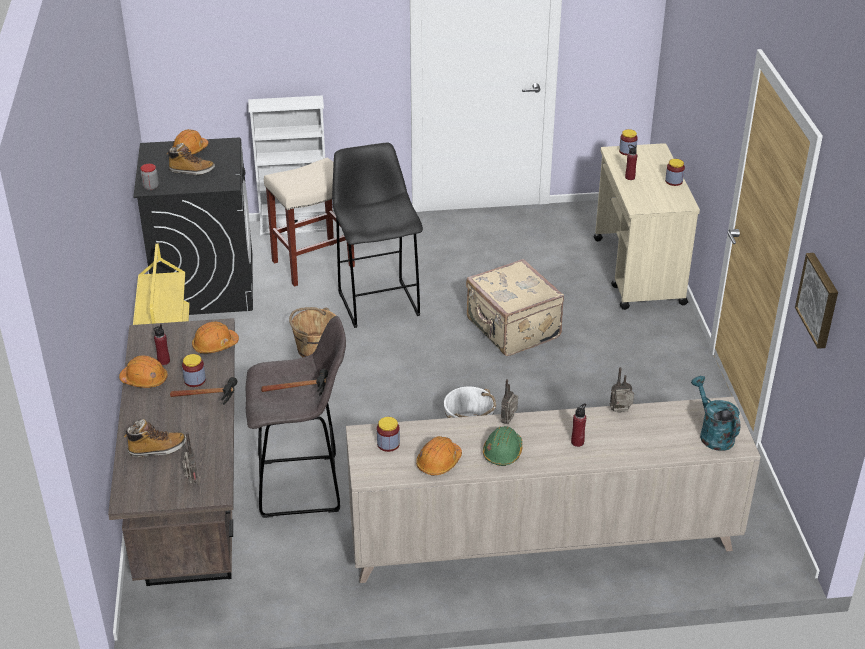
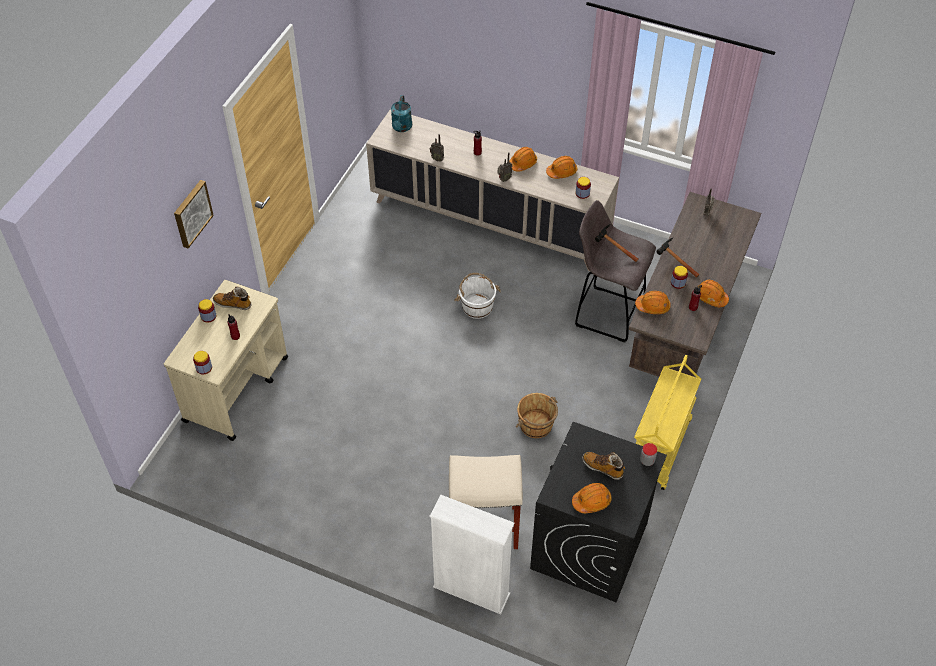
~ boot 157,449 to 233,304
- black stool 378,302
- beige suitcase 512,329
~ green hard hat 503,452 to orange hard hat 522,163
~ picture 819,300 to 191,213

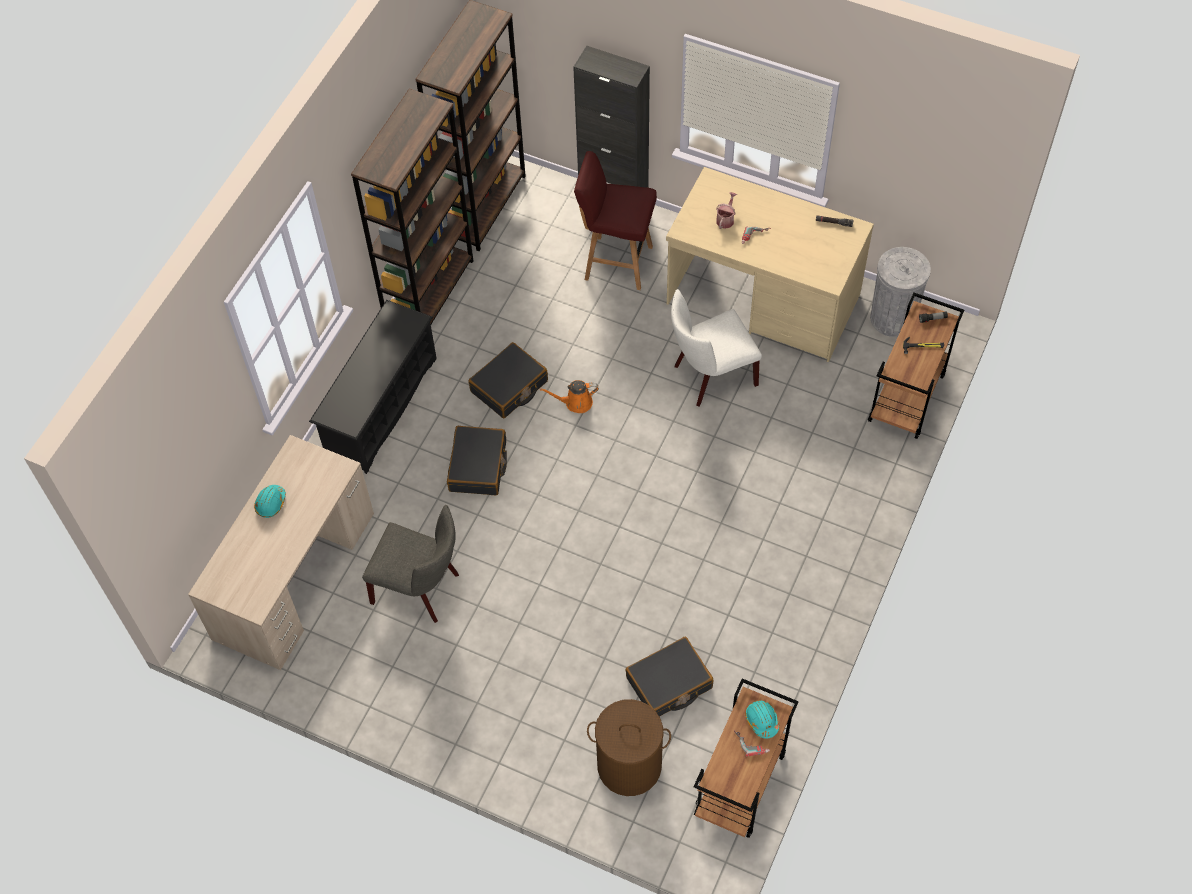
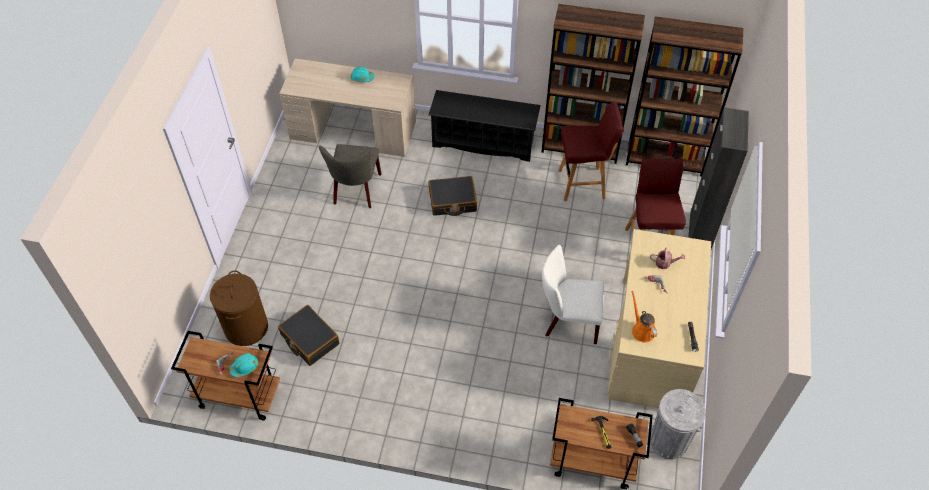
- black suitcase 509,387
~ orange watering can 575,403 to 641,330
~ white chair 710,376 = 568,321 45 degrees counterclockwise
+ red stool 583,184

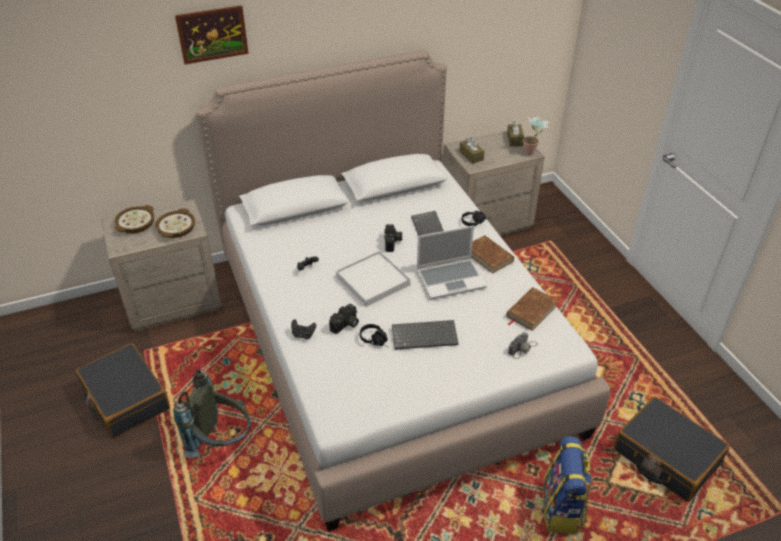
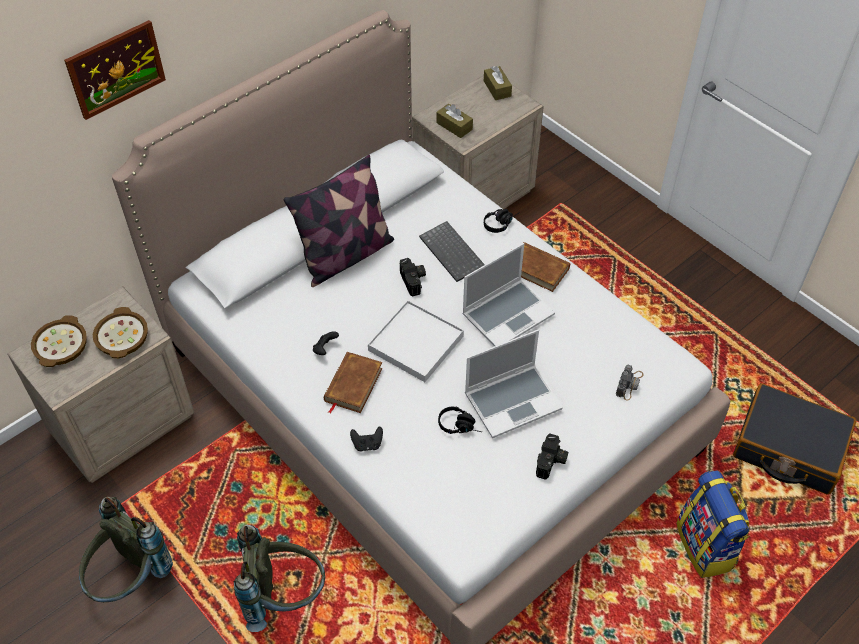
~ black suitcase 125,398 to grey backpack 130,579
~ photo camera 346,325 to 551,462
~ keyboard 425,335 to laptop 513,400
~ brown book 531,311 to 353,385
- potted plant 532,153
+ pillow 345,256

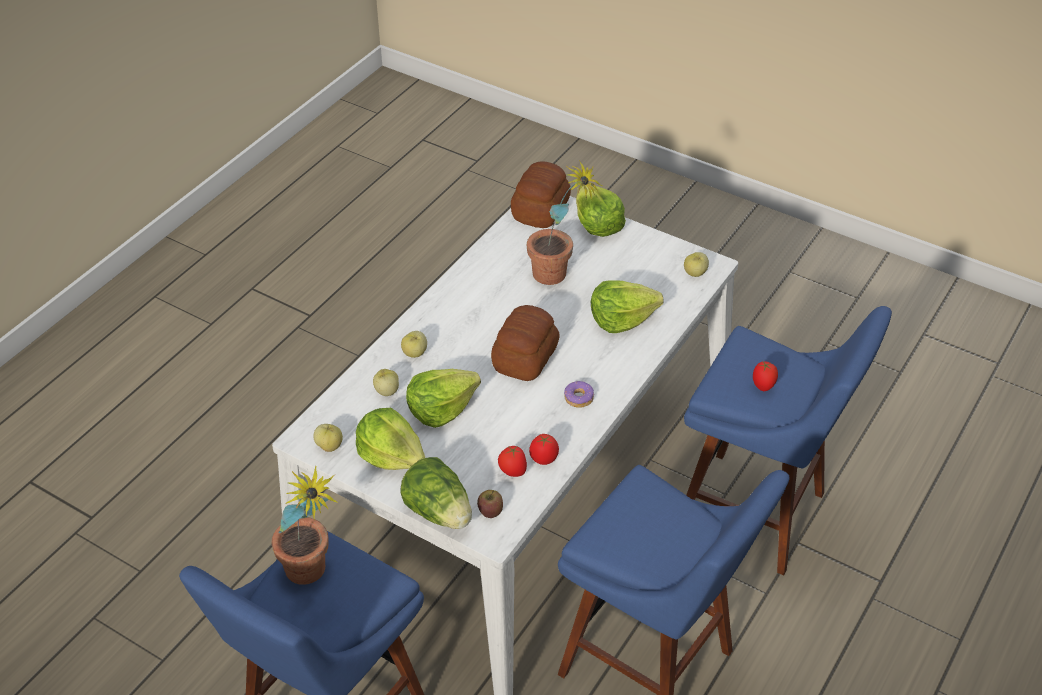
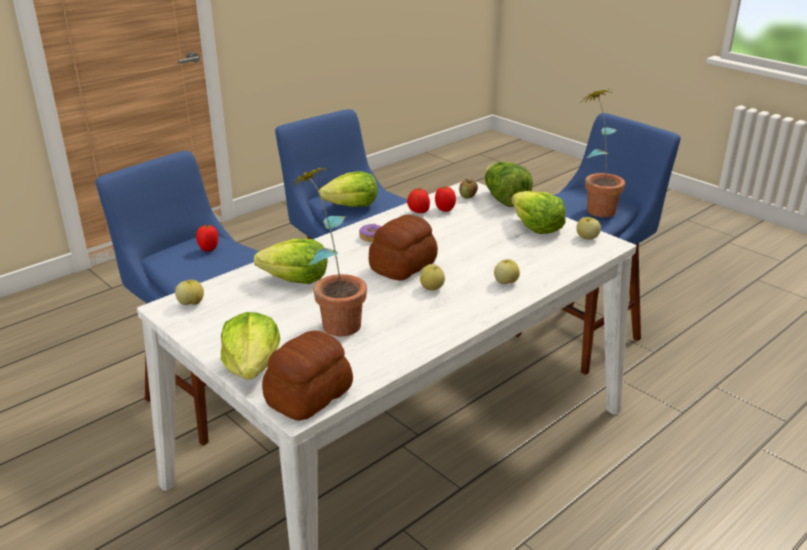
~ apple 386,391 to 432,288
~ lettuce 441,408 to 352,206

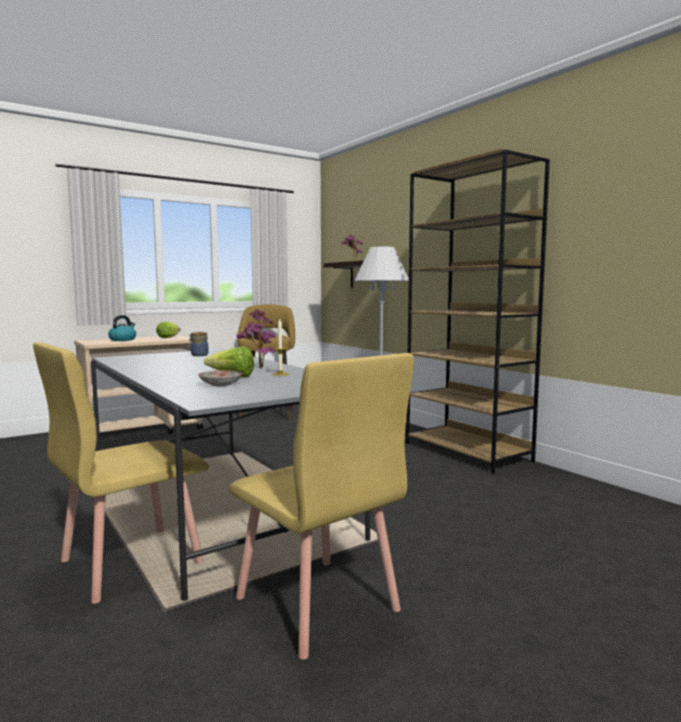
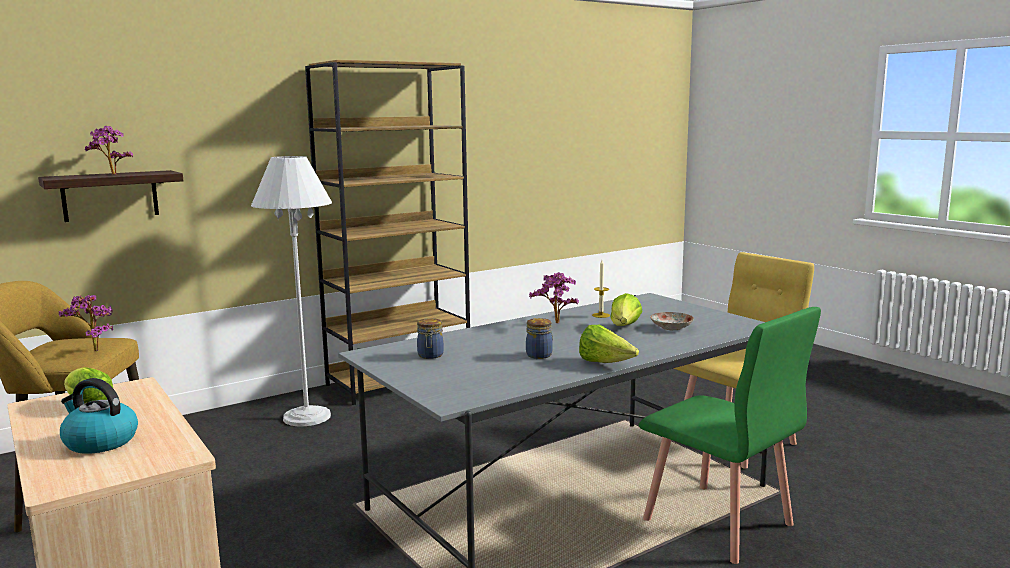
~ yellow chair 130,562 to green chair 718,523
+ jar 540,355
+ lettuce 605,363

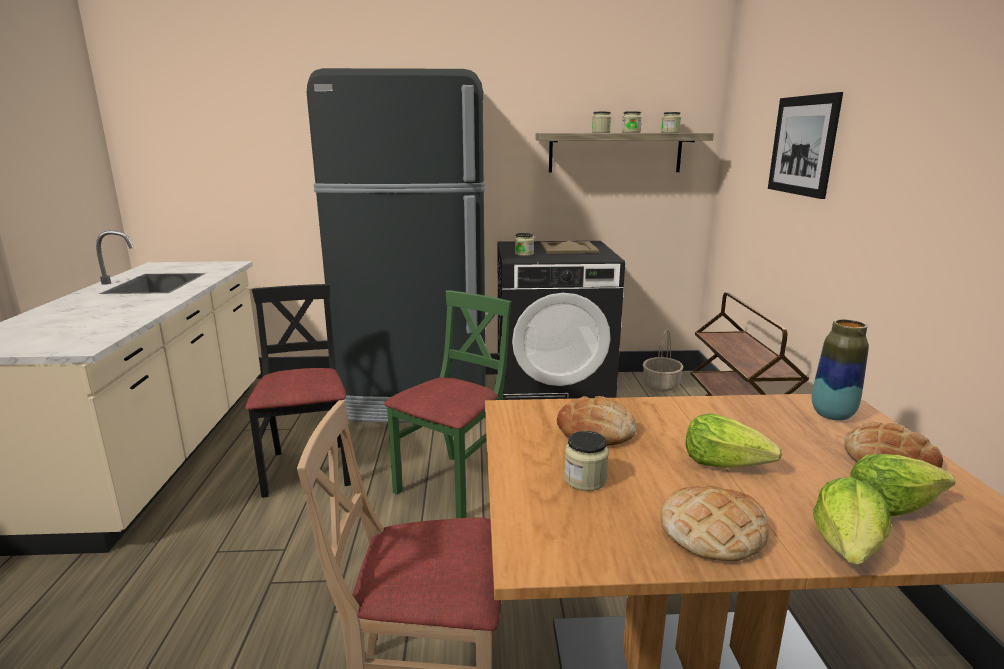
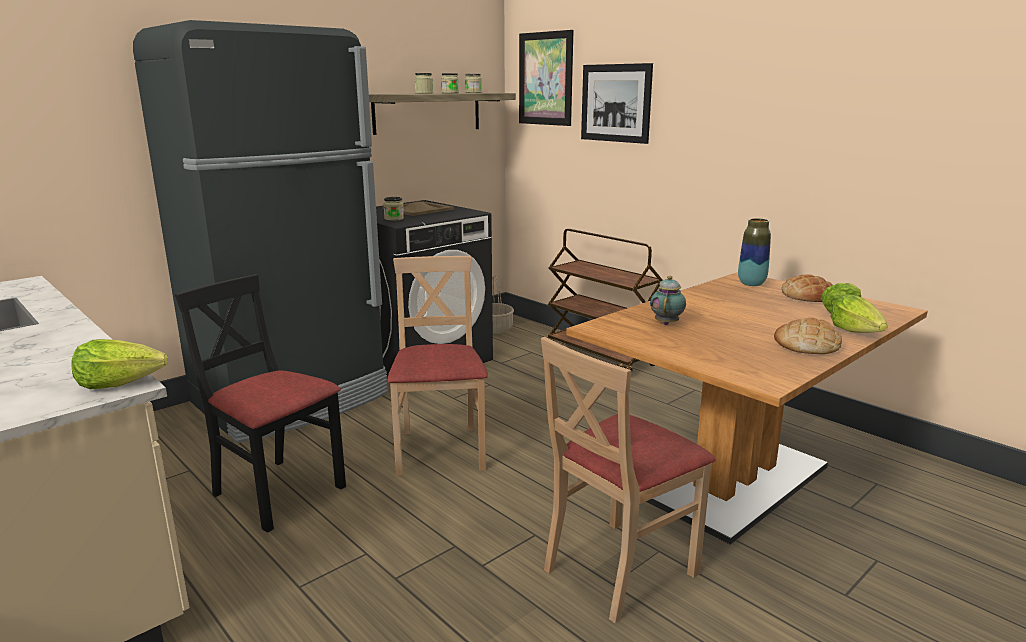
~ green chair 453,485 to beige chair 440,450
~ bread 596,430 to teapot 667,323
- jar 585,479
~ lettuce 724,463 to 121,383
+ picture 545,79

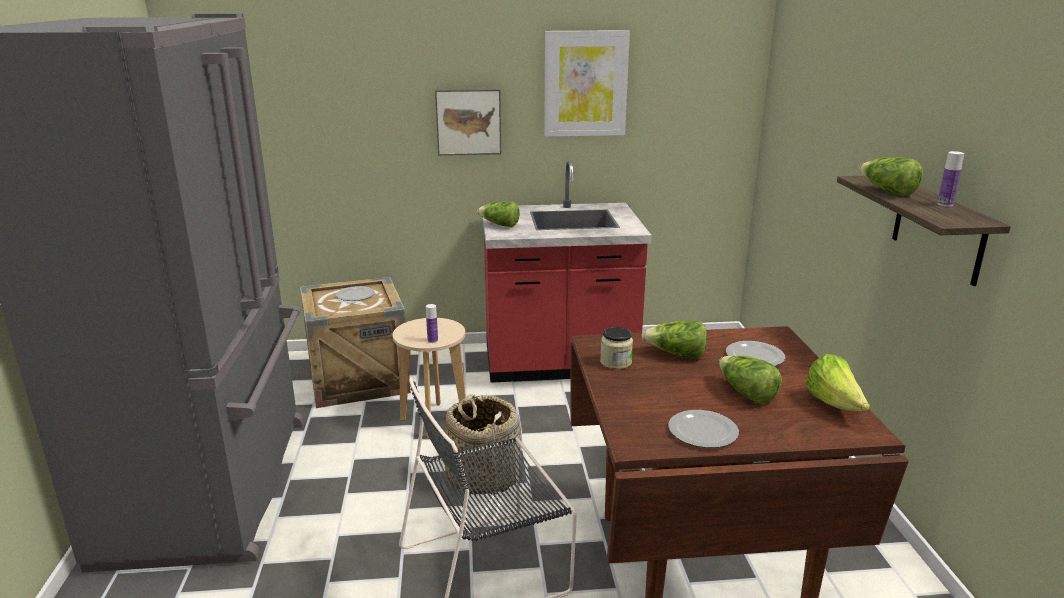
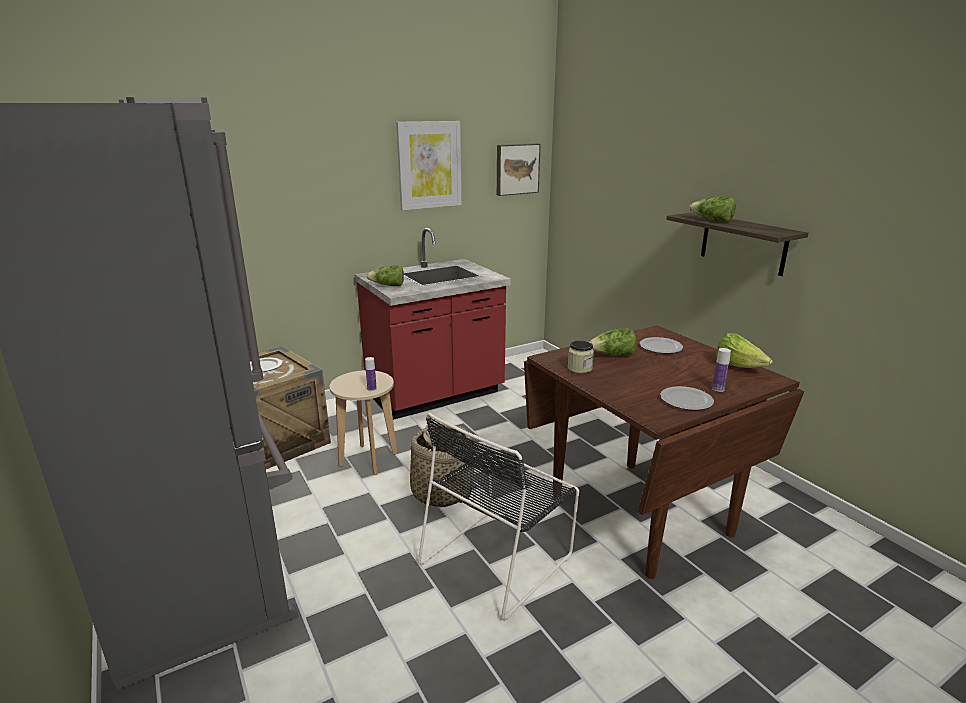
~ picture 468,121 to 516,169
- lettuce 746,393
~ bottle 945,204 to 718,389

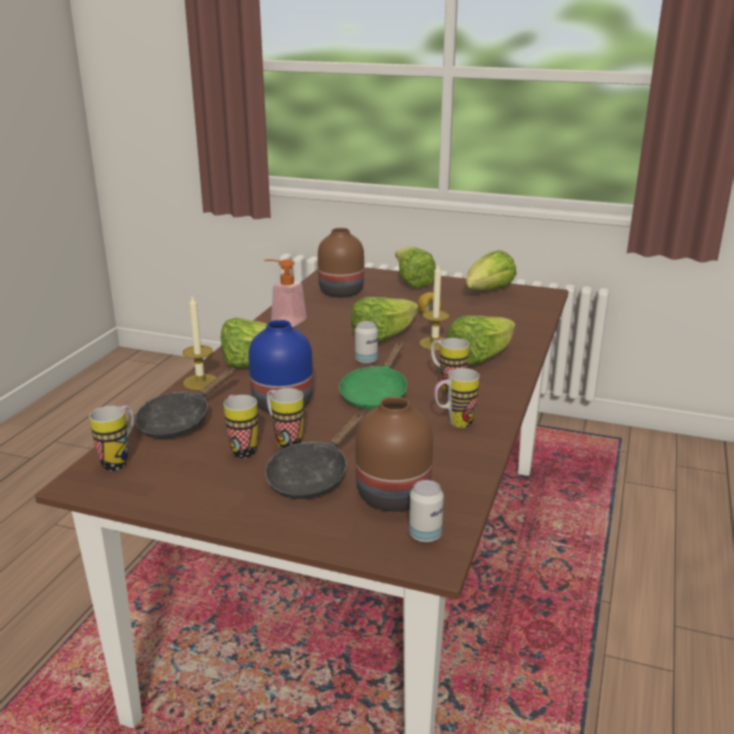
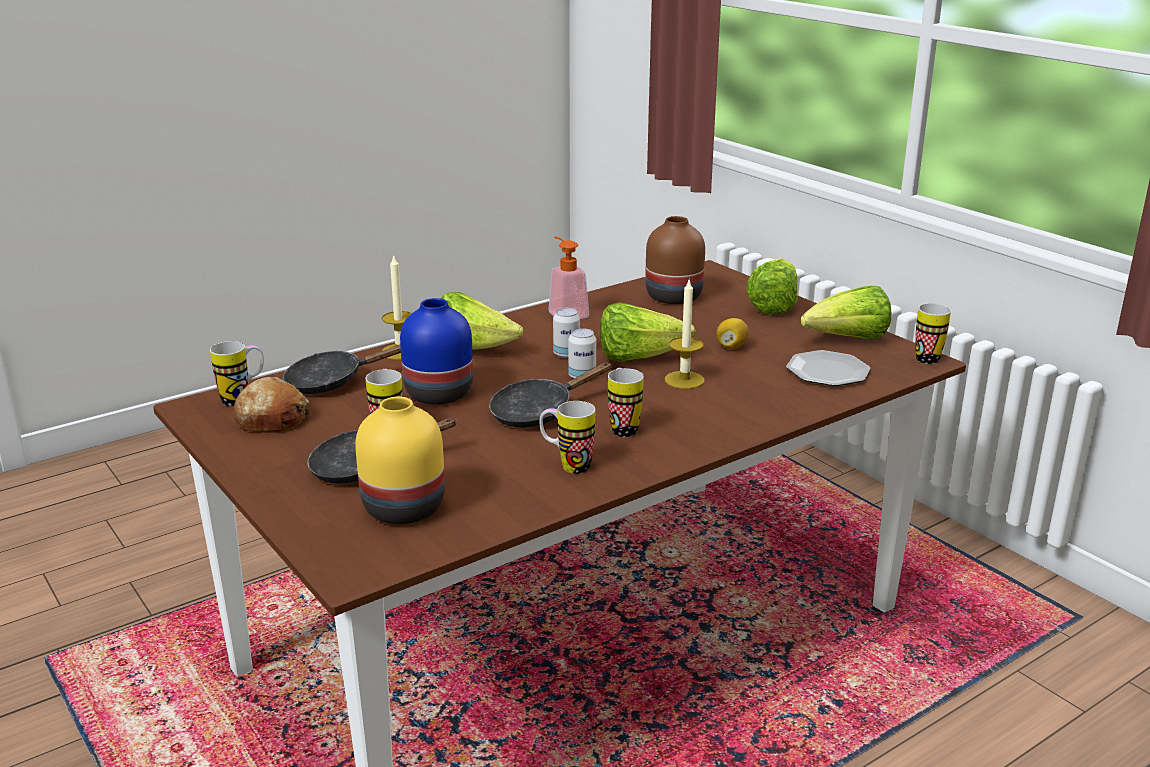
~ mug 241,448 to 926,356
~ green frying pan 376,394 to black frying pan 538,412
~ brown vase 394,494 to yellow vase 406,508
~ can 425,535 to 566,354
- lettuce 479,358
+ bread 272,419
+ plate 827,371

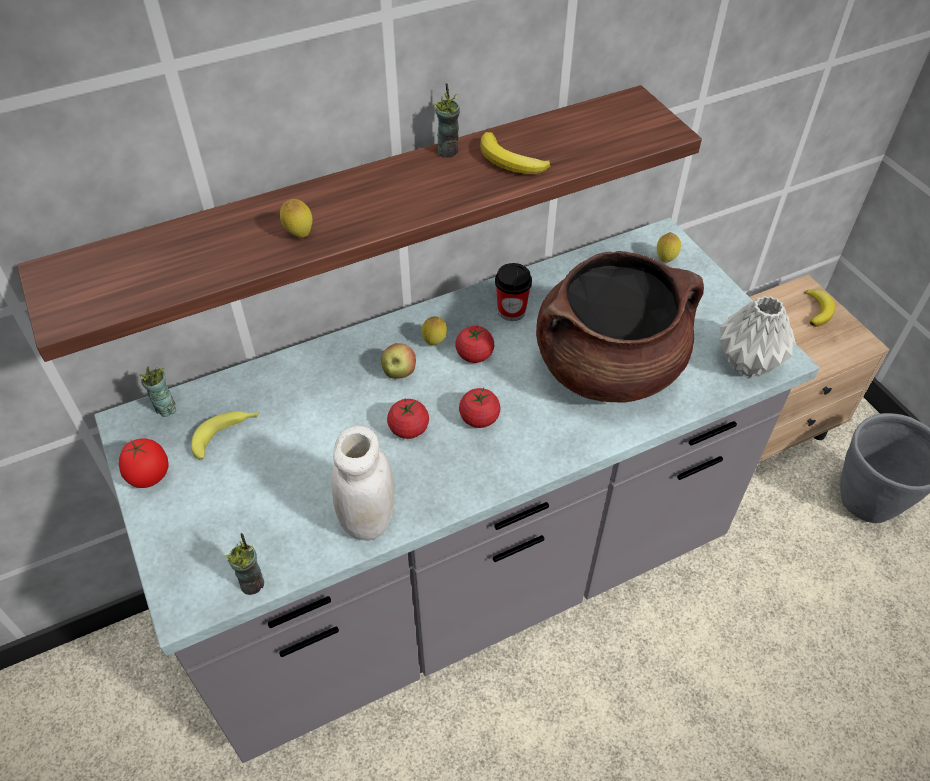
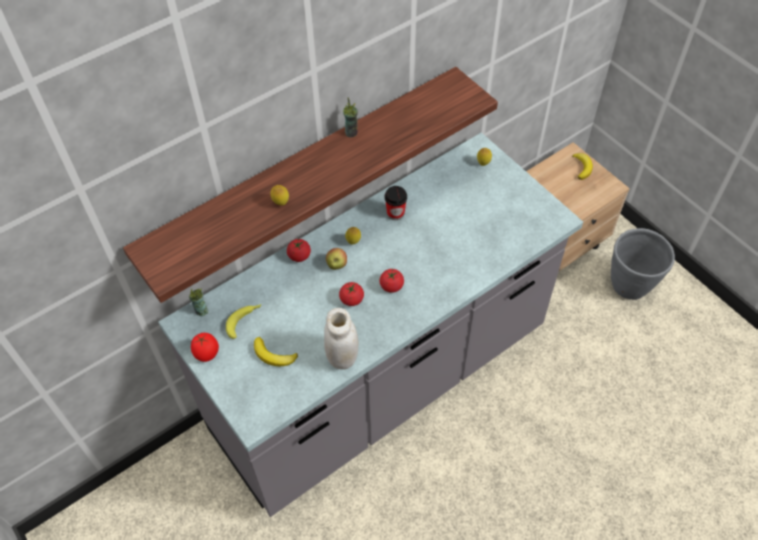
- cup 253,583
~ tomato 474,355 to 299,256
~ banana 510,161 to 273,355
- brown cooking pot 608,367
- grey vase 749,364

